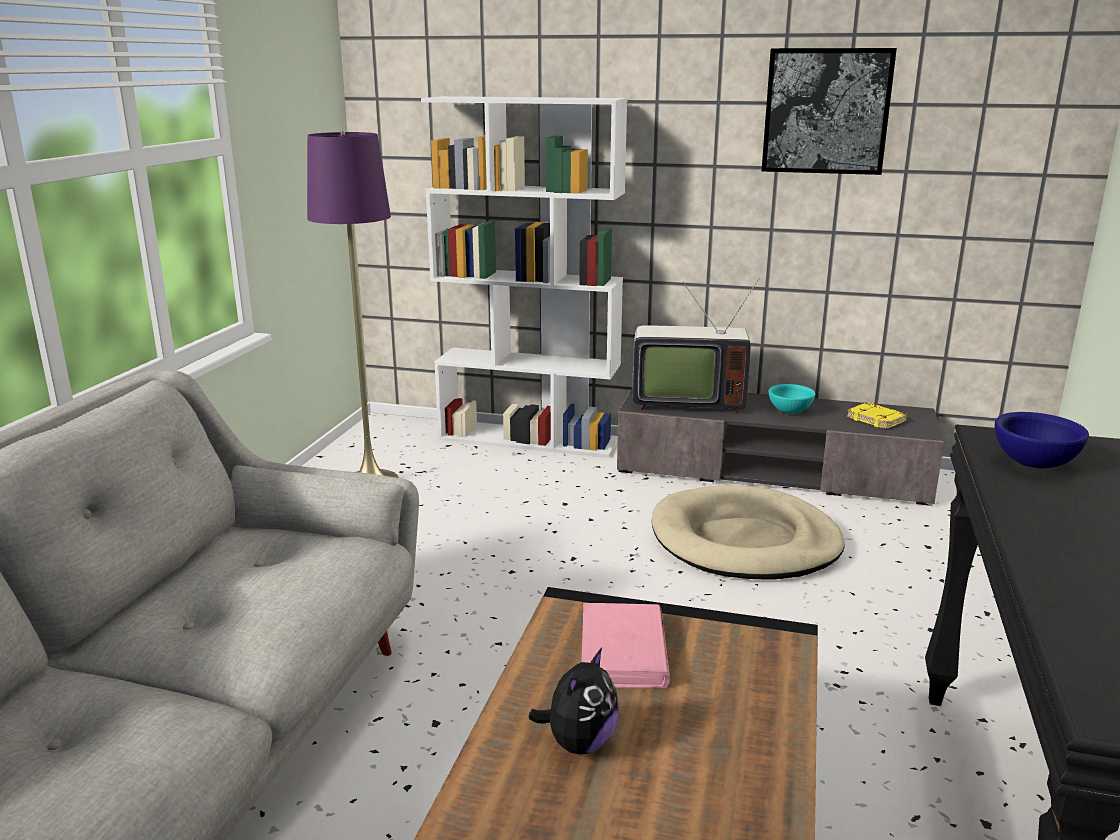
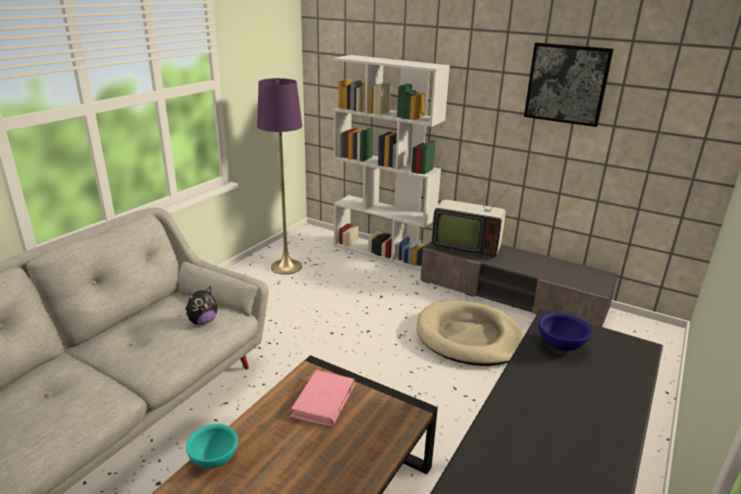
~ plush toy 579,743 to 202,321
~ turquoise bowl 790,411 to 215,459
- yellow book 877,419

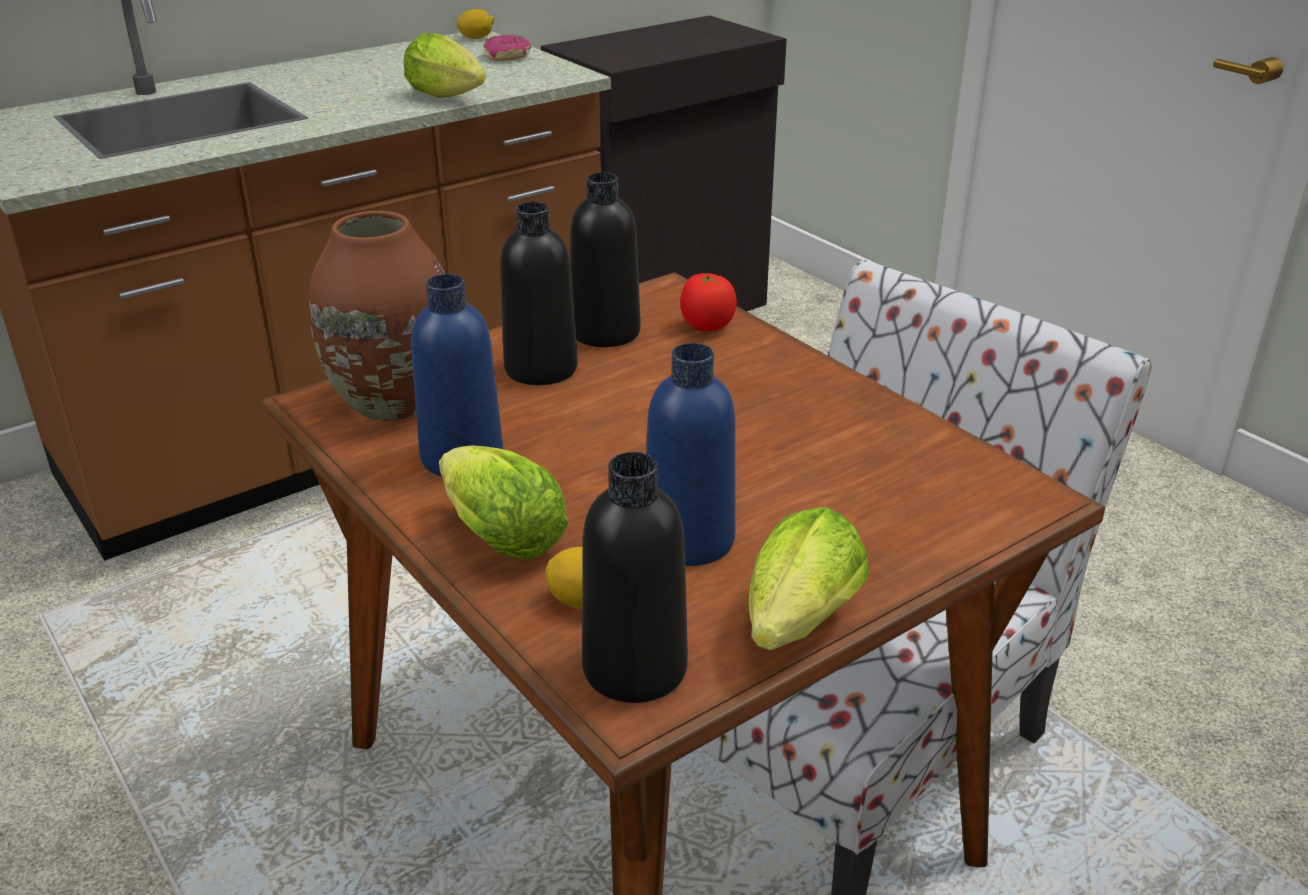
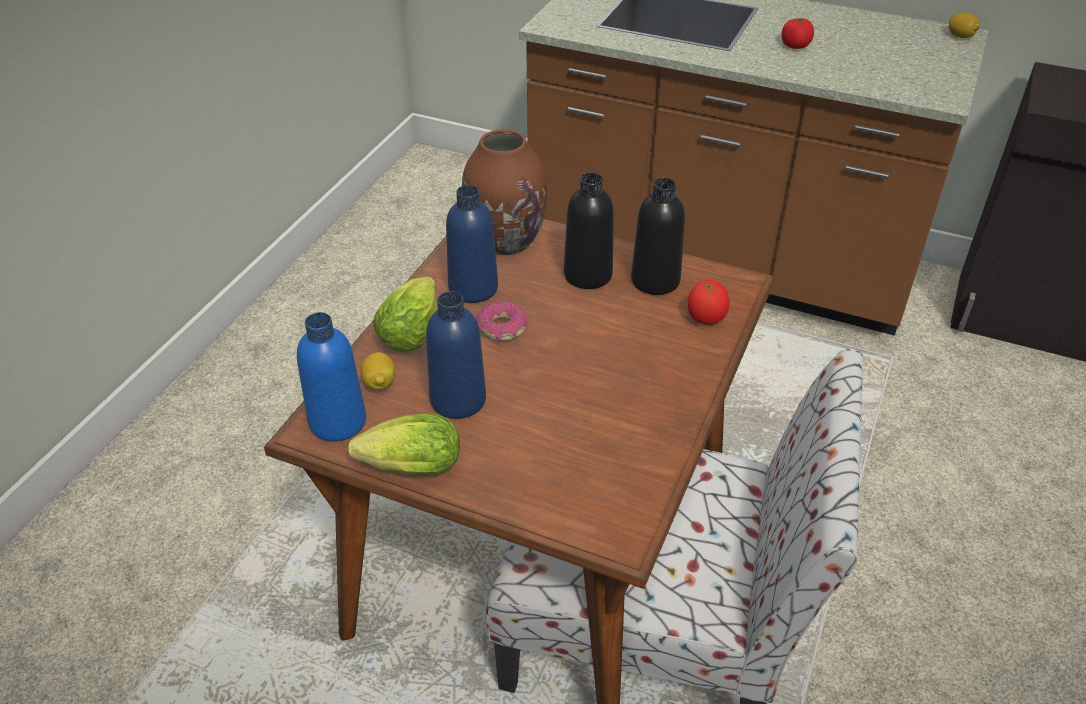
- lettuce 450,97
~ donut 508,56 to 502,328
~ black bottle 635,668 to blue bottle 337,422
+ tomato 795,46

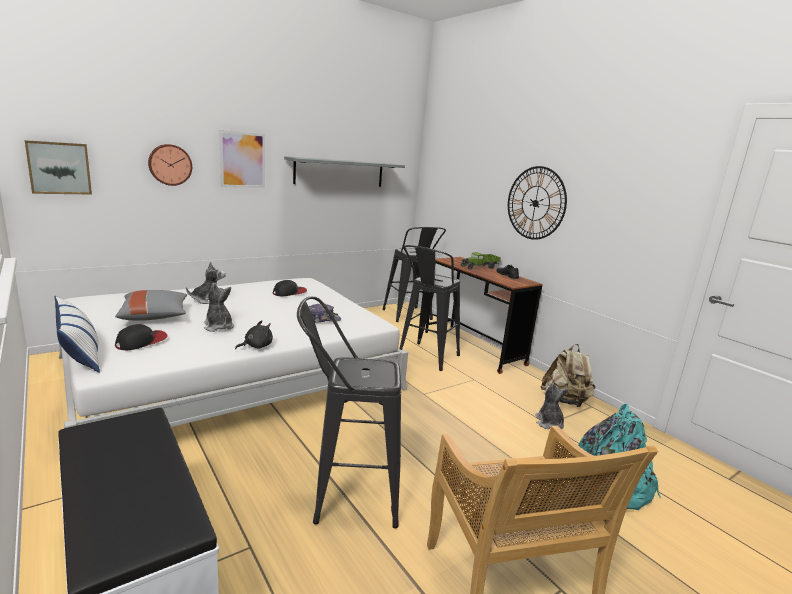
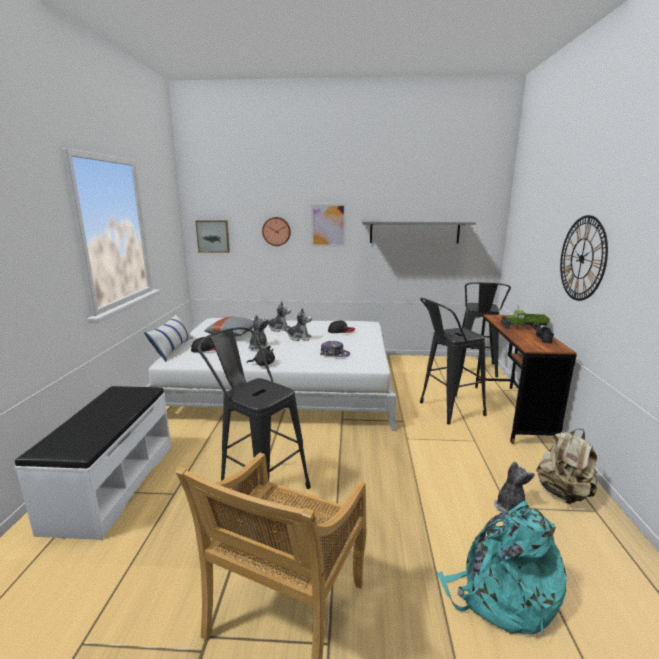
+ plush toy 299,338

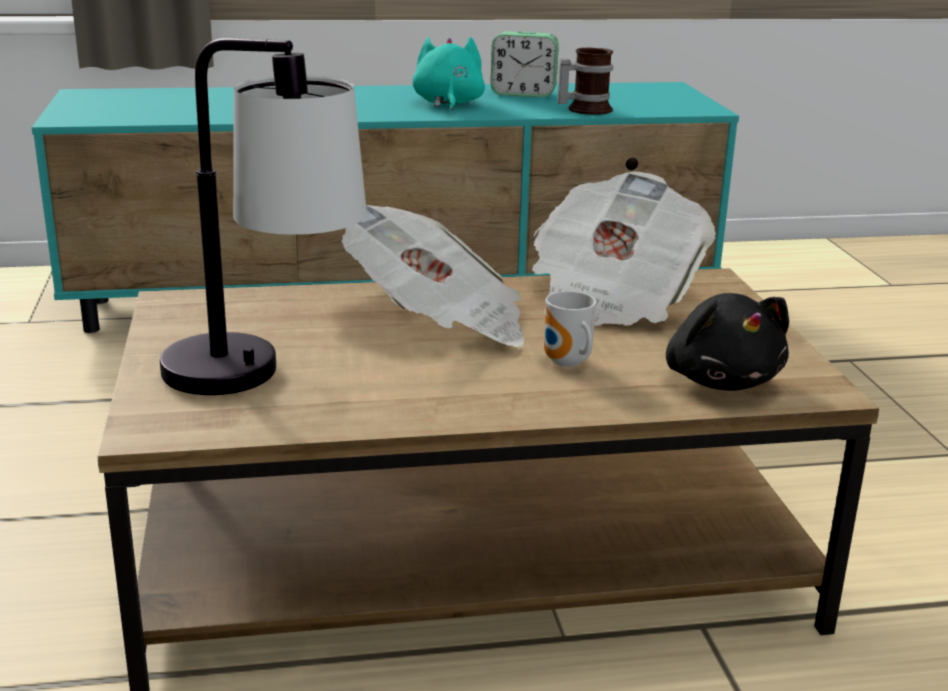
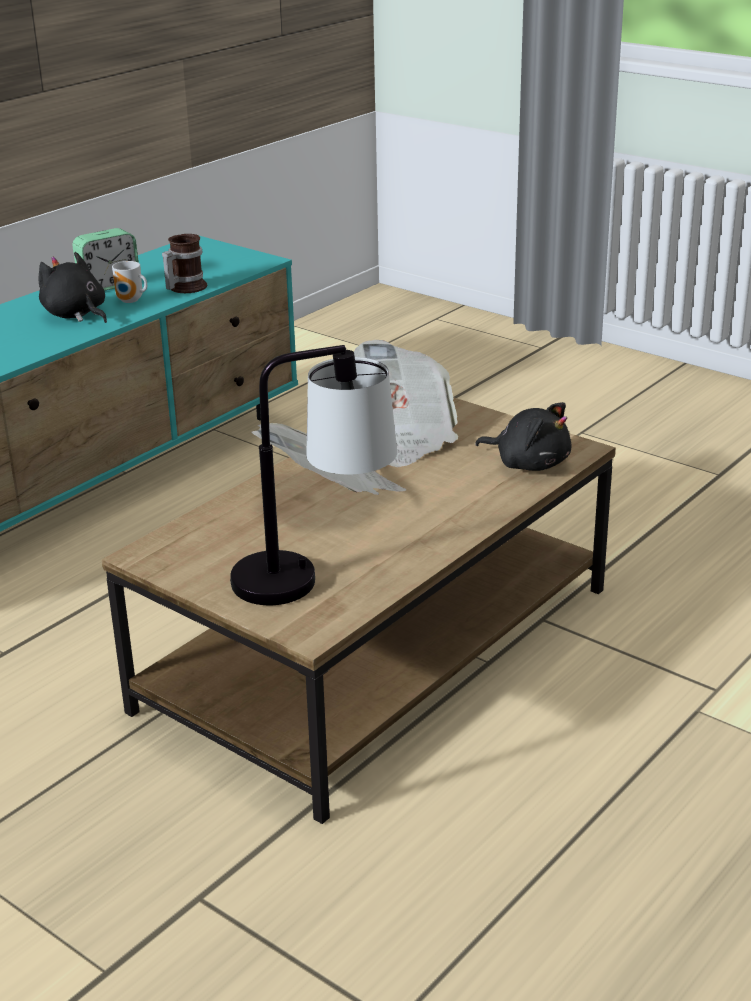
~ turquoise plush toy 448,104 to black plush toy 76,315
~ mug 567,363 to 131,301

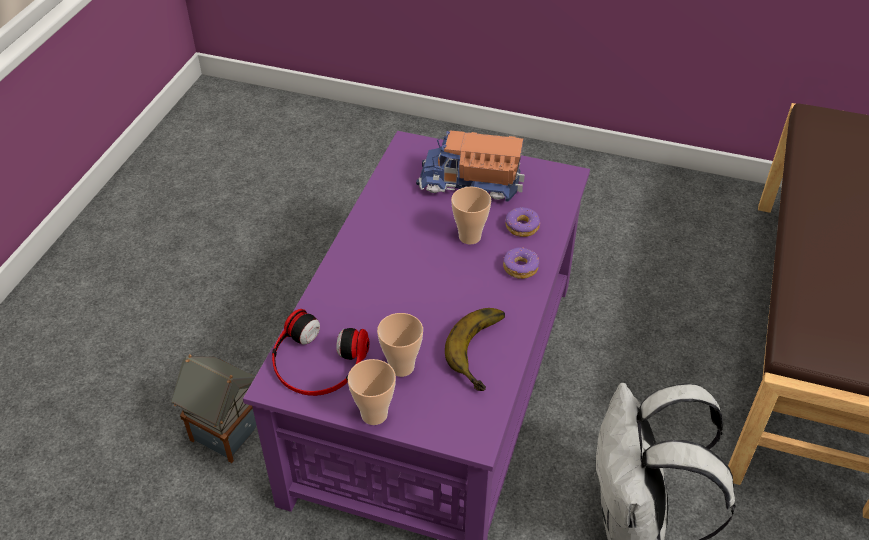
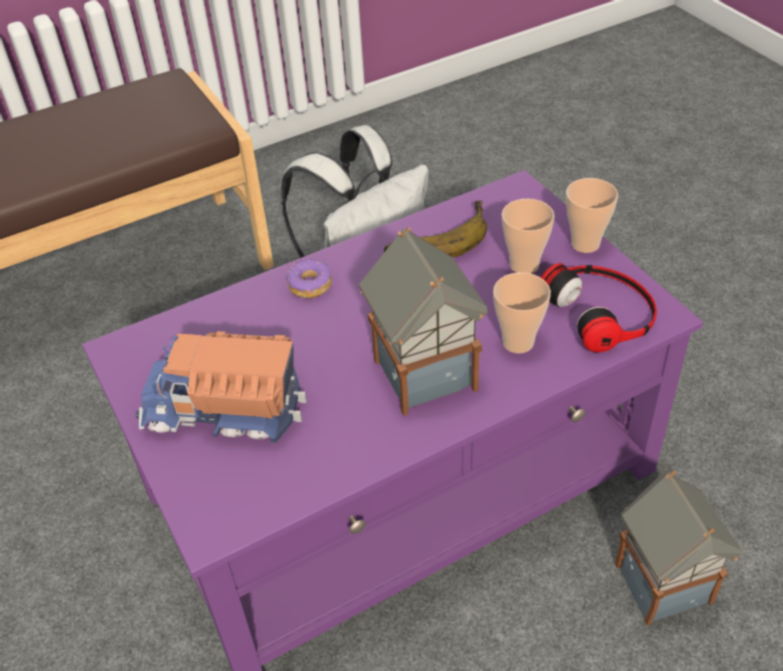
~ toy truck 470,184 = 224,410 135 degrees clockwise
~ cup 469,237 to 518,342
- donut 522,227
+ toy house 423,373

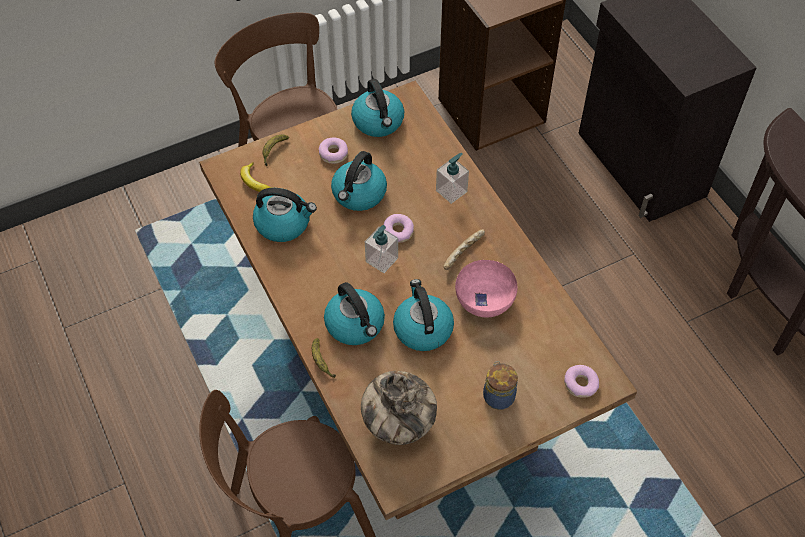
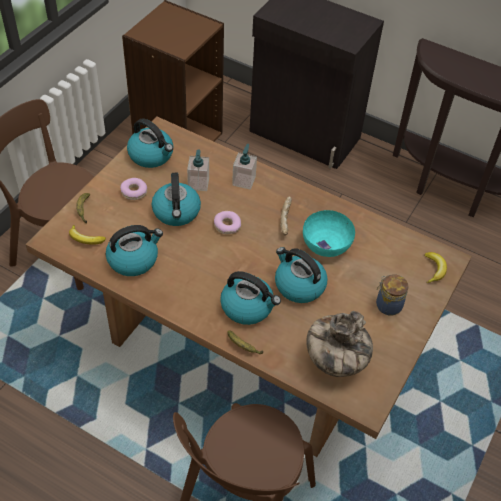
~ soap dispenser 381,260 to 198,183
~ pink bowl 485,300 to turquoise bowl 327,245
~ donut 580,384 to banana 434,269

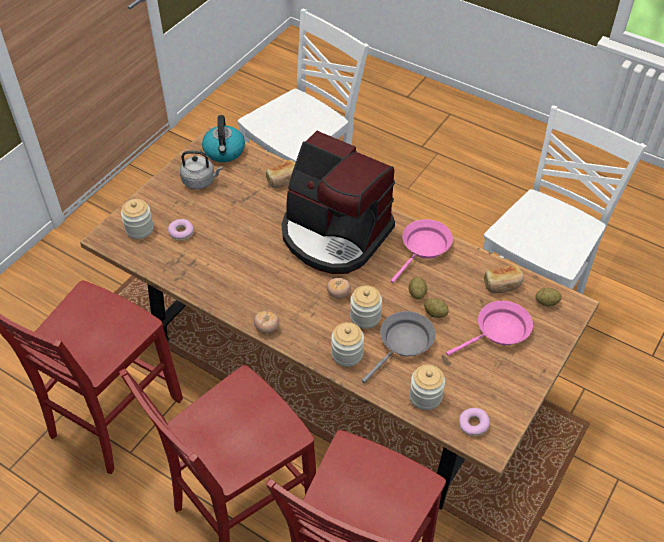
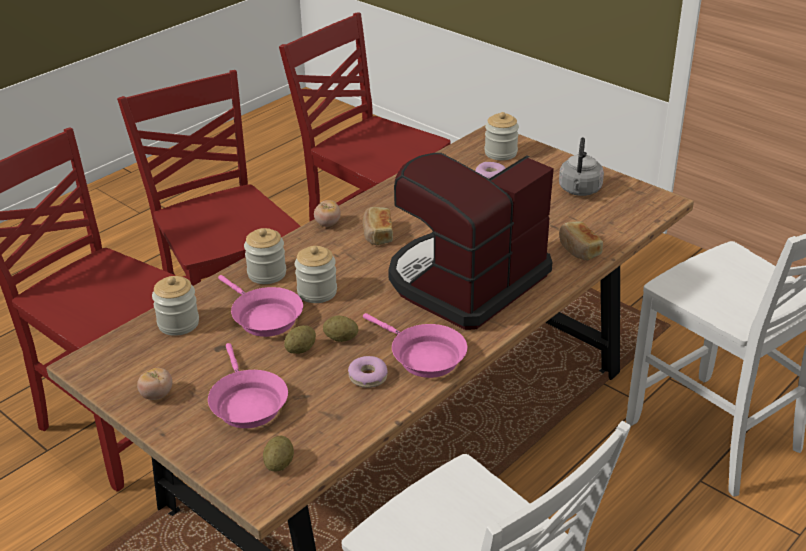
- kettle 224,151
~ tomato 338,294 to 157,395
~ grey frying pan 403,343 to pink frying pan 263,317
~ donut 473,424 to 368,377
~ bread 502,285 to 377,234

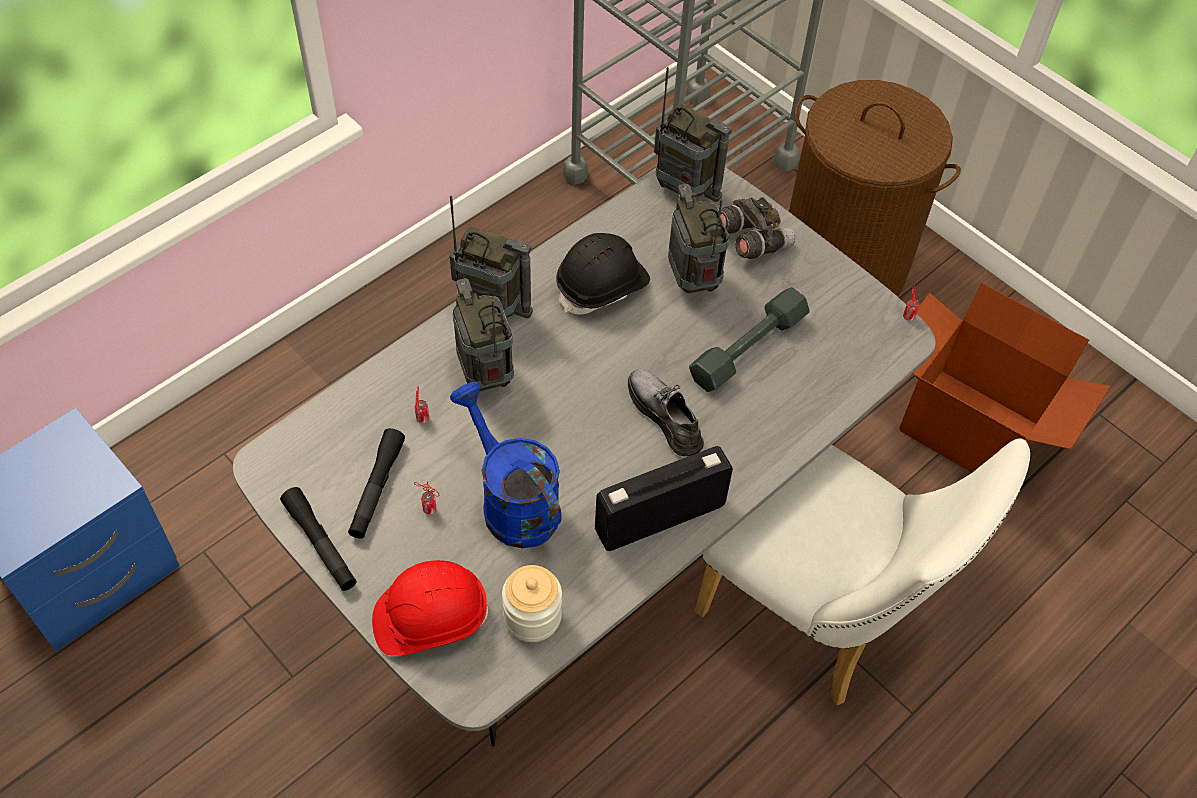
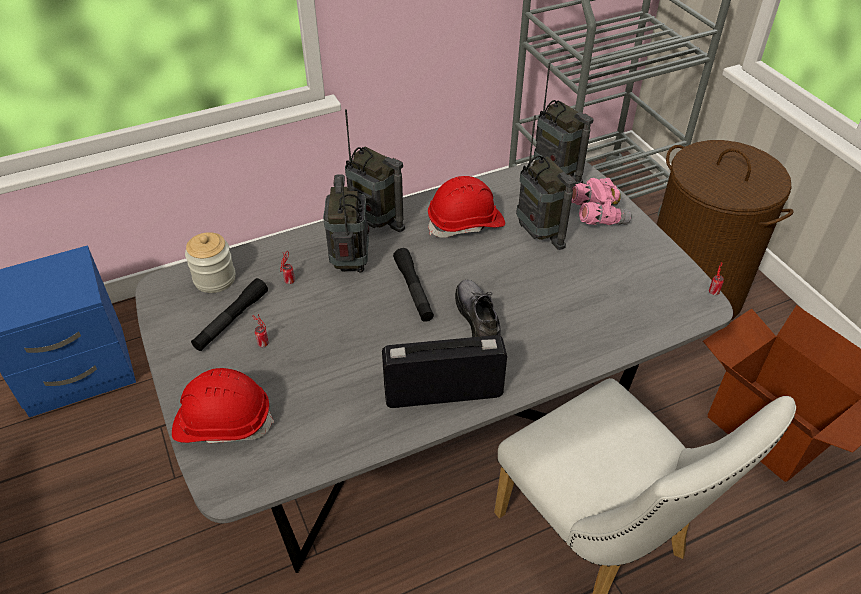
~ black flashlight 320,544 to 413,290
- blue watering can 512,501
~ jar 532,617 to 215,279
~ black hard hat 602,287 to red hard hat 466,223
~ radio 693,281 = 539,233 150 degrees clockwise
- grey dumbbell 748,347
~ grey binoculars 751,240 to pink binoculars 596,215

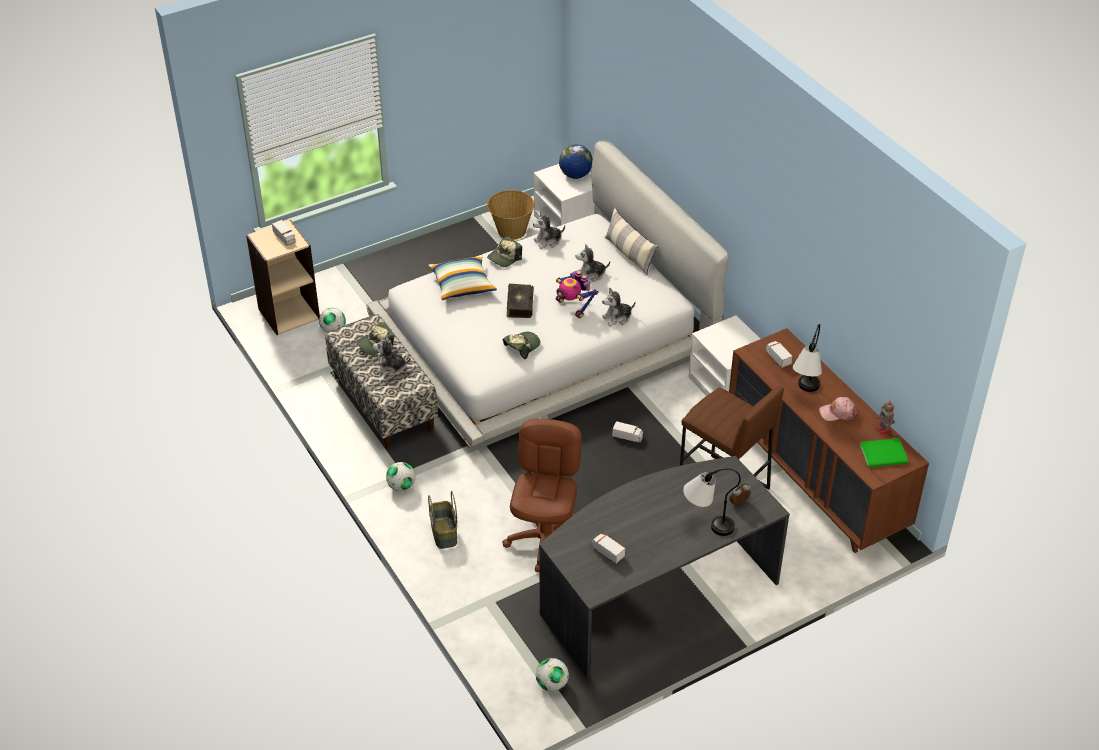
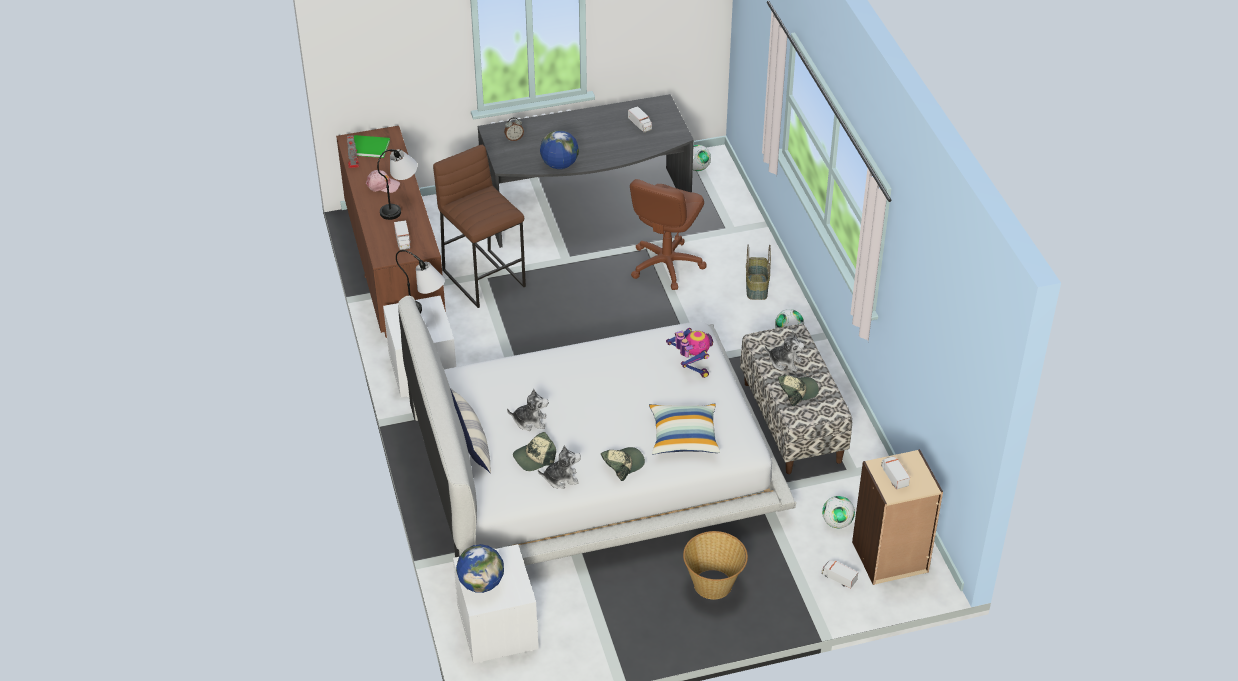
~ basket 511,231 to 713,584
~ cap 521,346 to 534,457
- book 519,305
~ toy robot 573,307 to 691,366
- plush toy 617,318
~ toy truck 628,437 to 838,578
~ table lamp 706,525 to 424,313
+ globe 559,165

